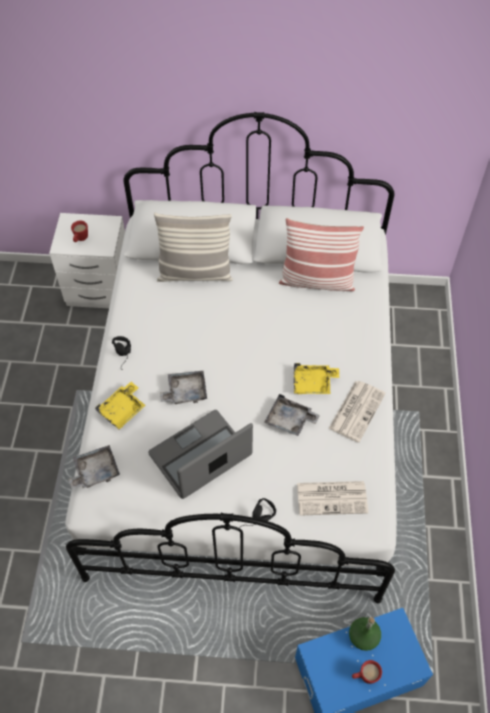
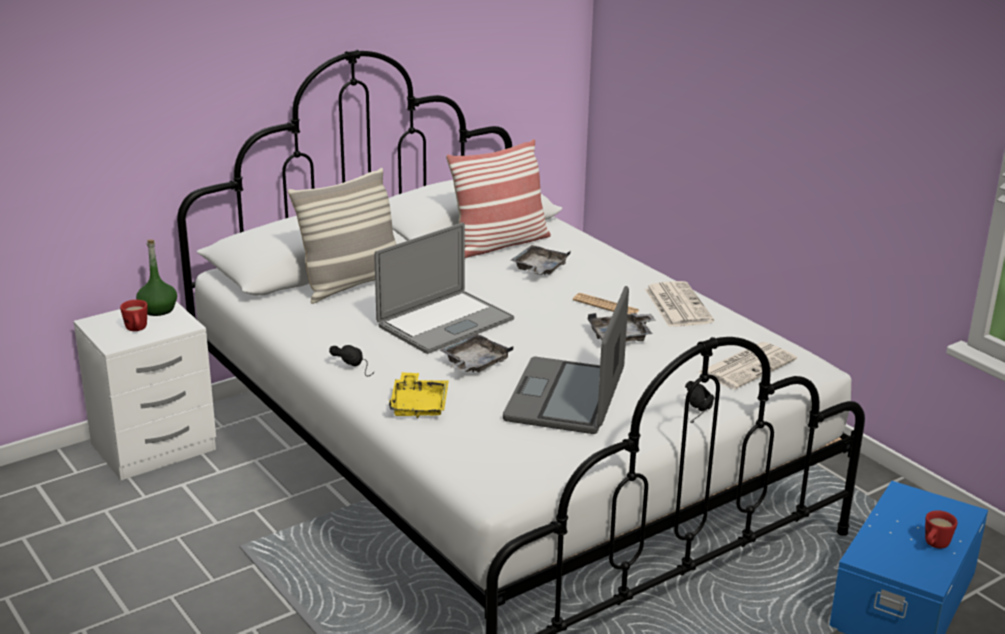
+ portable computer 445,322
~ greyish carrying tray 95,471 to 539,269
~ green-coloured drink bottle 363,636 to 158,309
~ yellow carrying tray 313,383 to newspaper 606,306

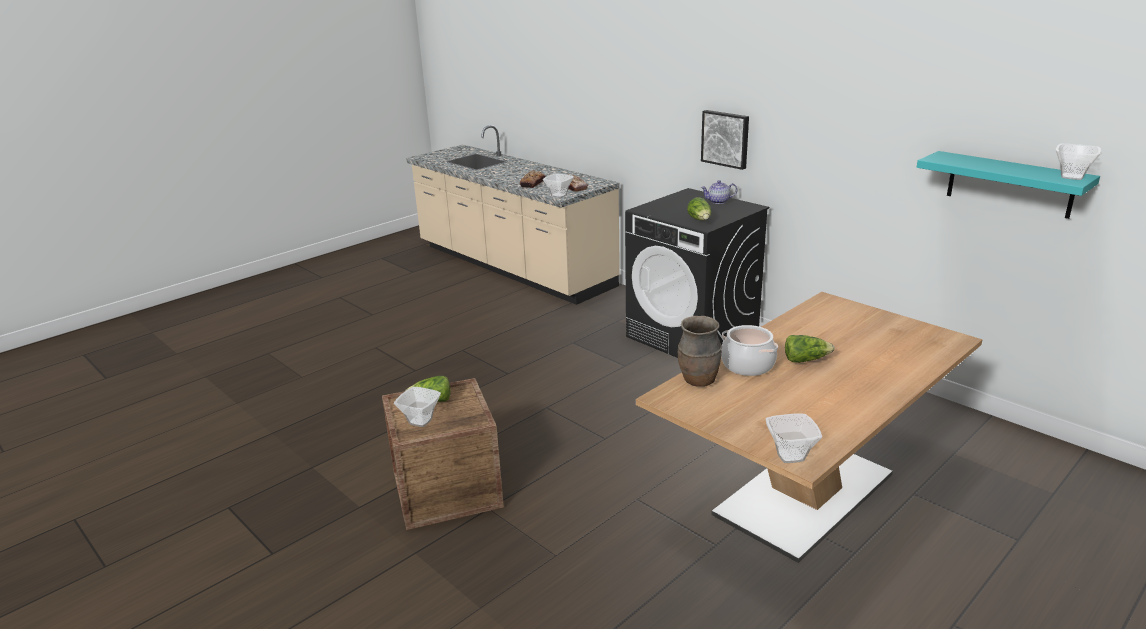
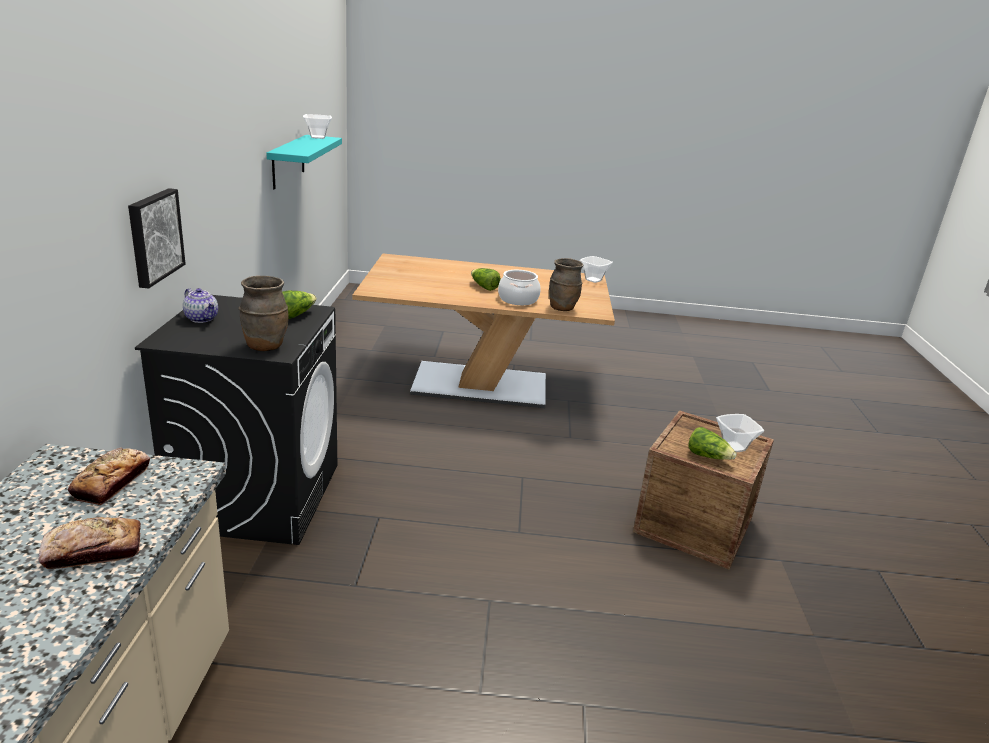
- bowl 559,195
+ brown-coloured vase 265,346

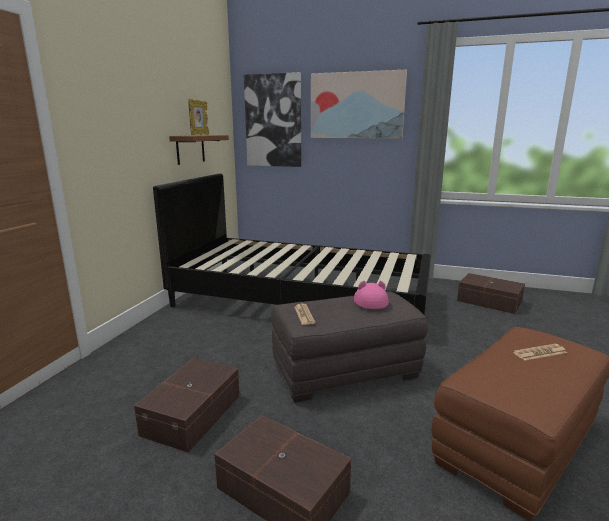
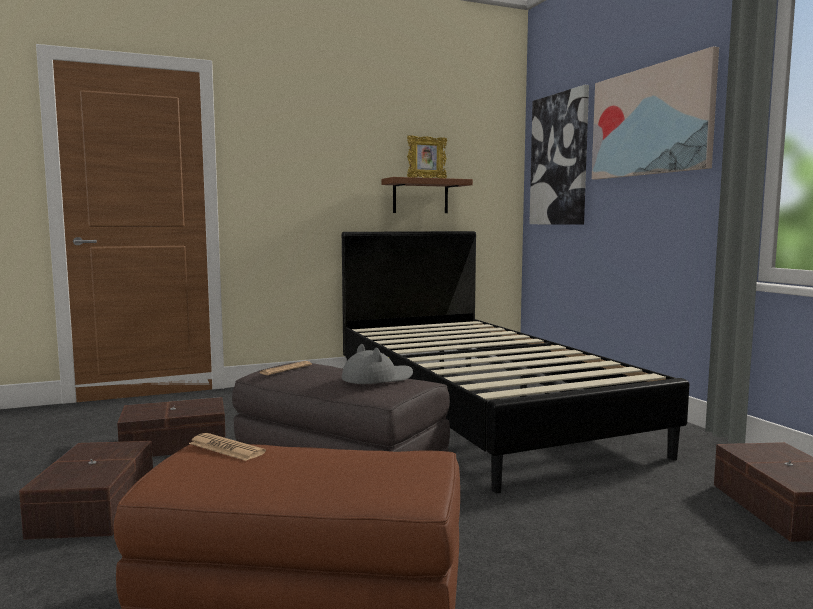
~ newspaper 539,353 to 226,448
~ pinkish clothing hat 369,300 to greyish clothing hat 377,378

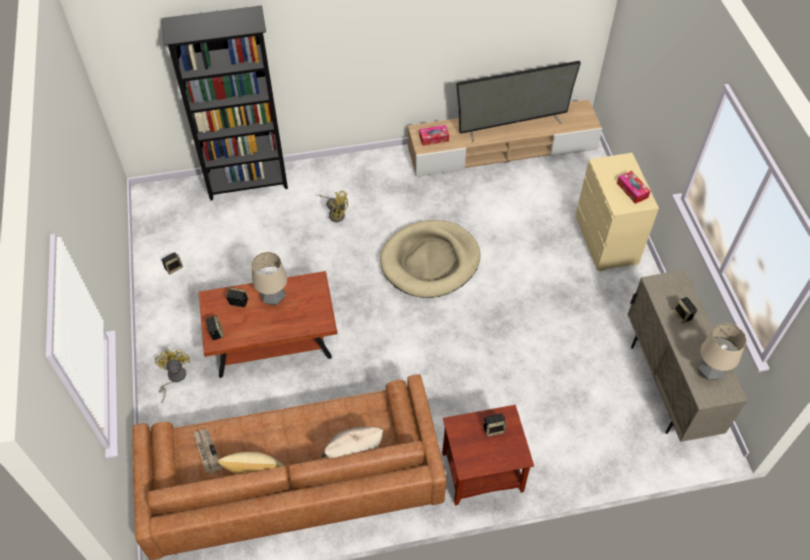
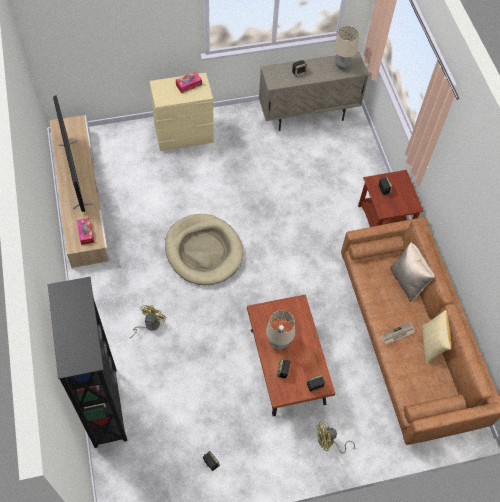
~ newspaper 207,451 to 398,334

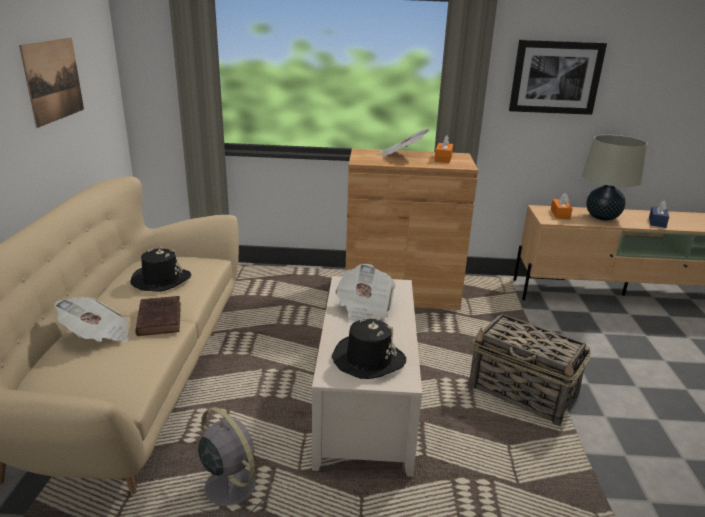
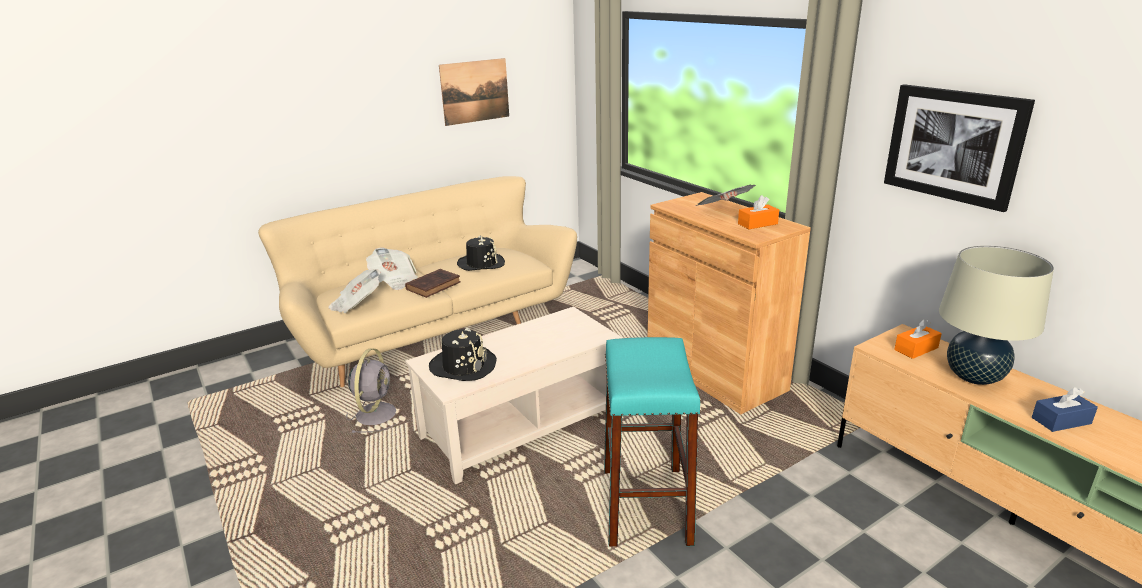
~ newspaper 364,309 to 357,304
~ household basket 523,392 to turquoise-coloured sitting stool 646,505

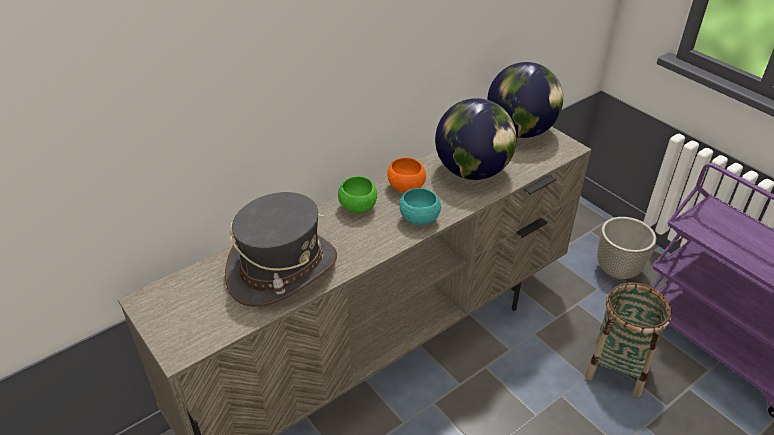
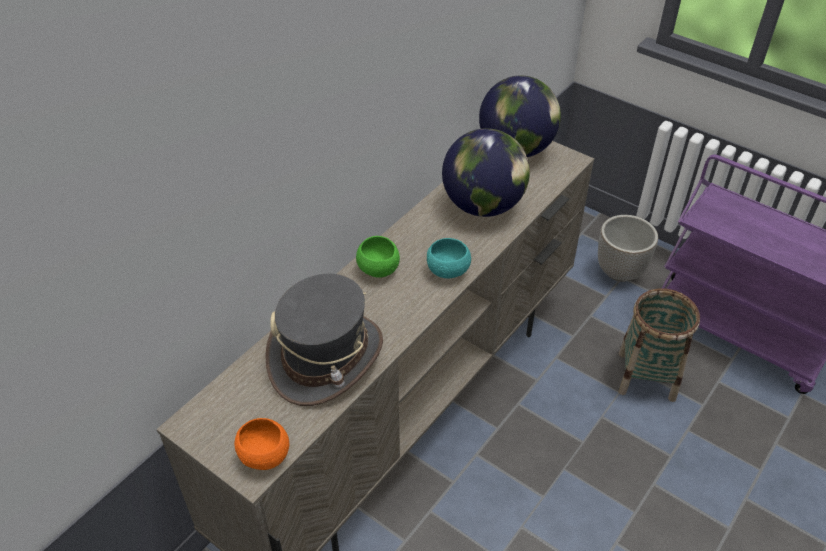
~ orange-coloured bowl 406,187 to 265,456

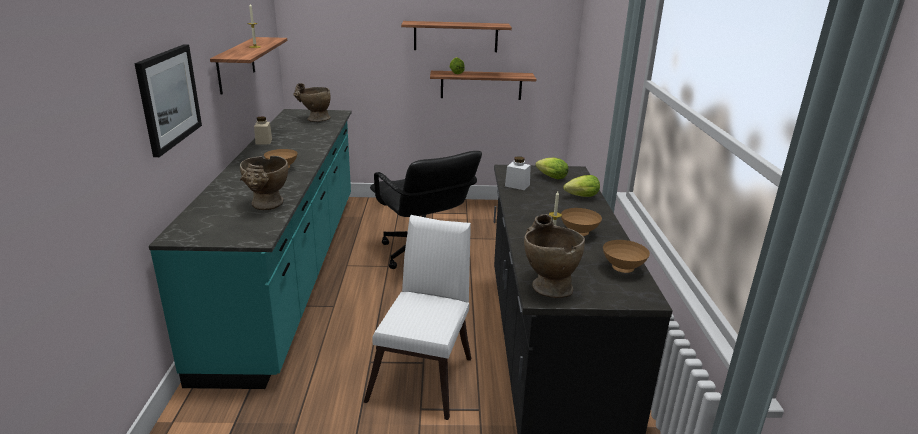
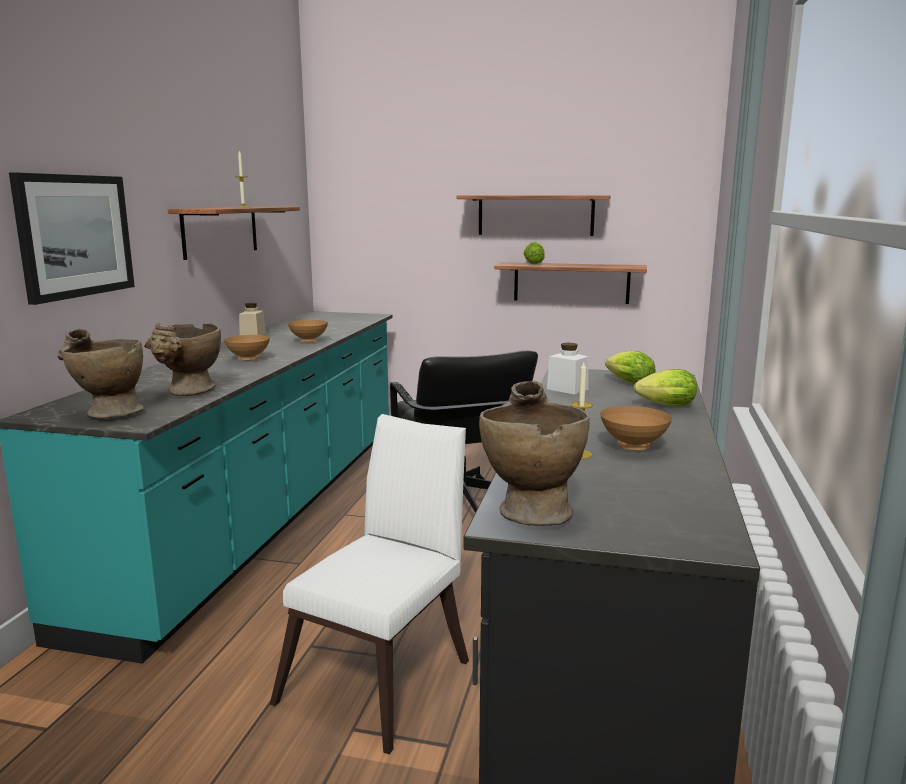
~ sand-coloured vase 314,119 to 106,413
~ brown-coloured bowl 623,269 to 309,341

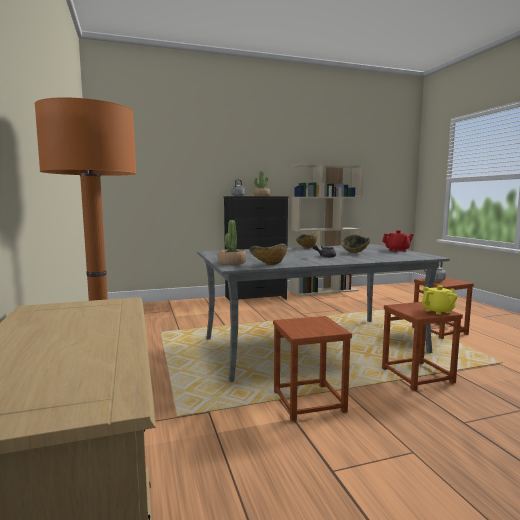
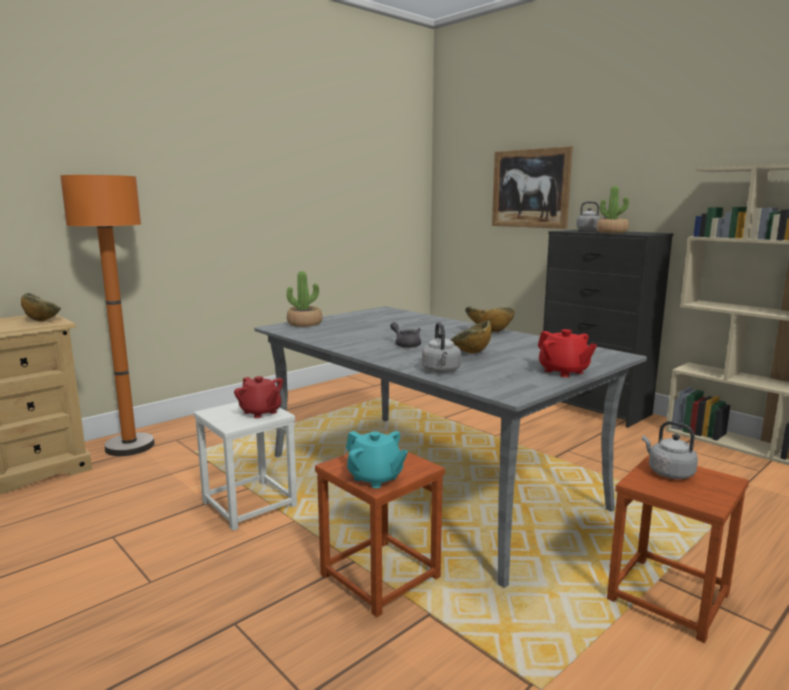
+ red pot for tea 260,412
+ greyish kettle 441,371
+ wall art 530,188
~ bowl 269,265 to 41,320
~ brown-coloured sitting stool 309,402 to white sitting stool 248,504
~ yellow pot for tea 438,311 to turquoise-coloured pot for tea 375,478

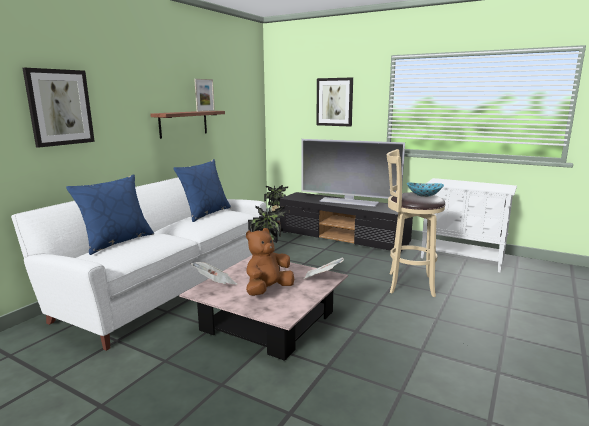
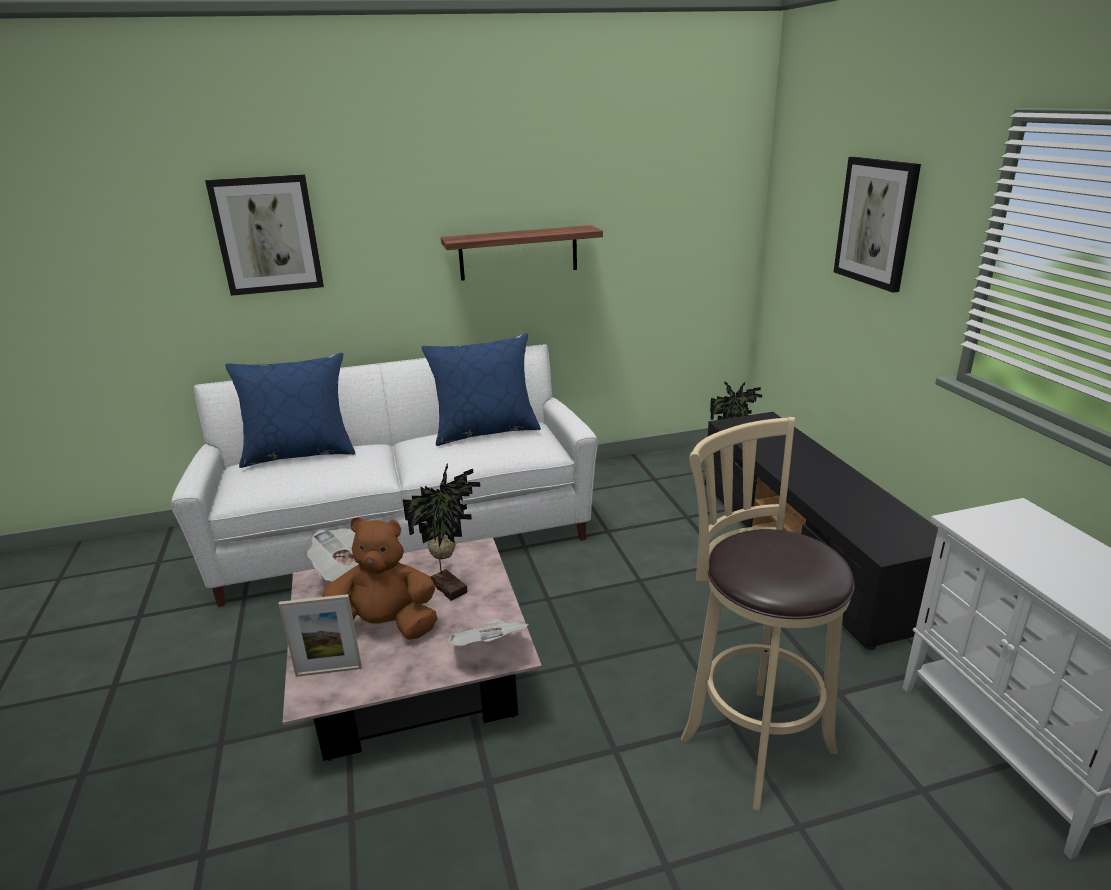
- television 349,201
- bowl 424,195
~ standing frame 205,111 to 329,671

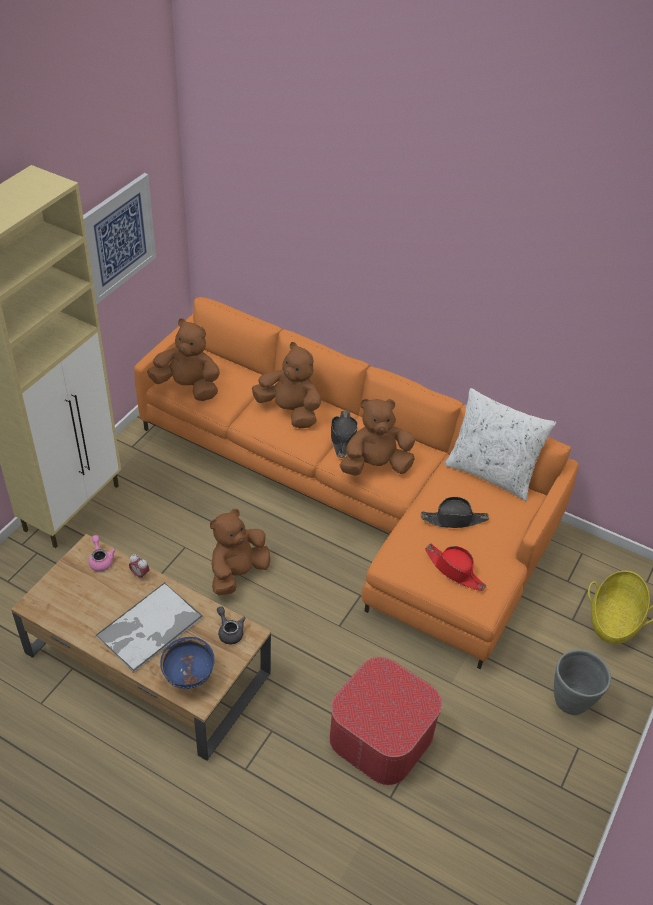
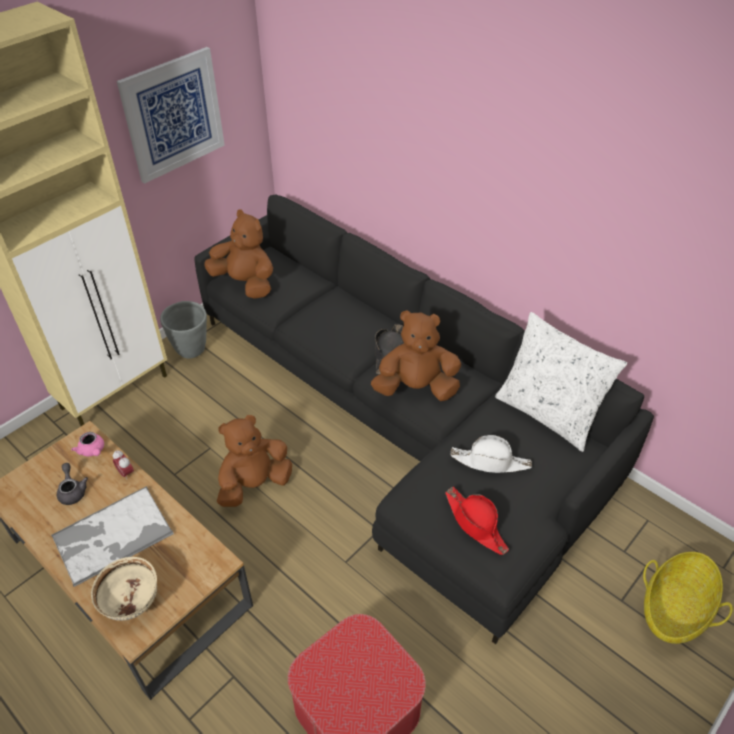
- brown-coloured soft toy 289,411
~ greyish pot for tea 229,631 to 72,491
~ greyish planter 571,702 to 191,350
~ orange-coloured sofa 356,497 to black sofa 403,420
~ bluish bowl 189,677 to sand-coloured bowl 133,603
~ black clothing hat 454,519 to white clothing hat 490,461
~ pinkish pot for tea 101,560 = 92,451 150 degrees clockwise

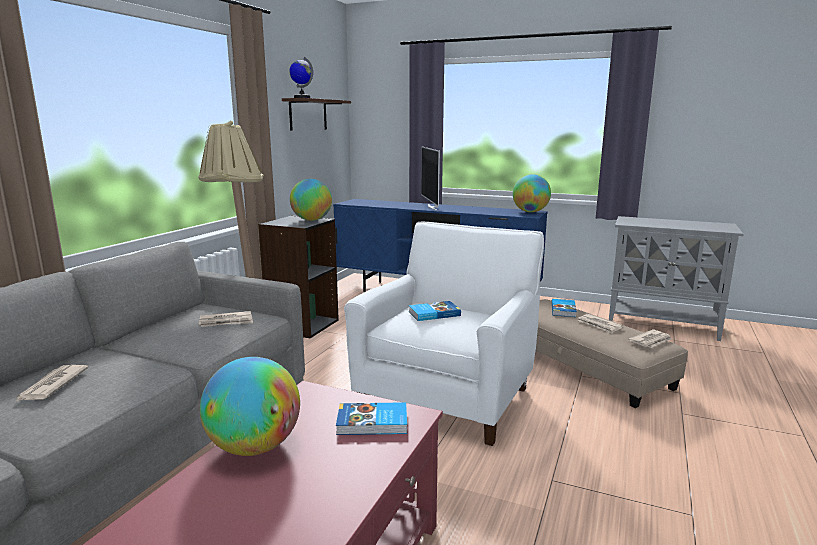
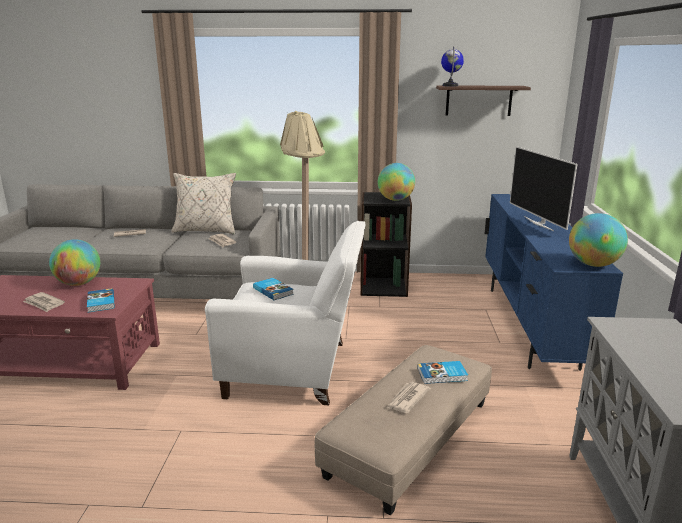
+ sand-coloured cushion 206,230
~ newspaper 651,341 to 44,304
~ television 432,207 = 539,223 75 degrees counterclockwise

